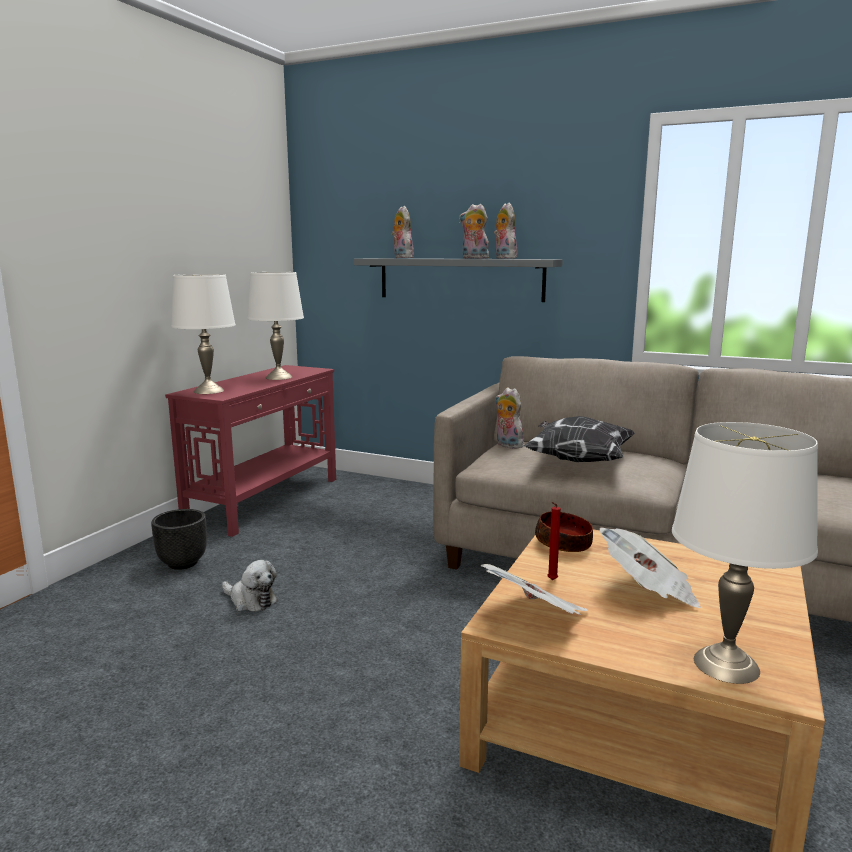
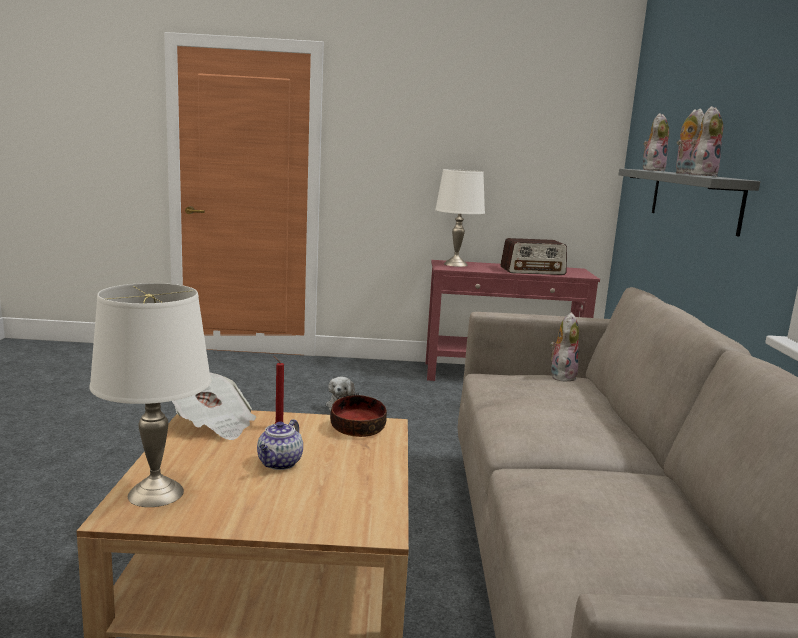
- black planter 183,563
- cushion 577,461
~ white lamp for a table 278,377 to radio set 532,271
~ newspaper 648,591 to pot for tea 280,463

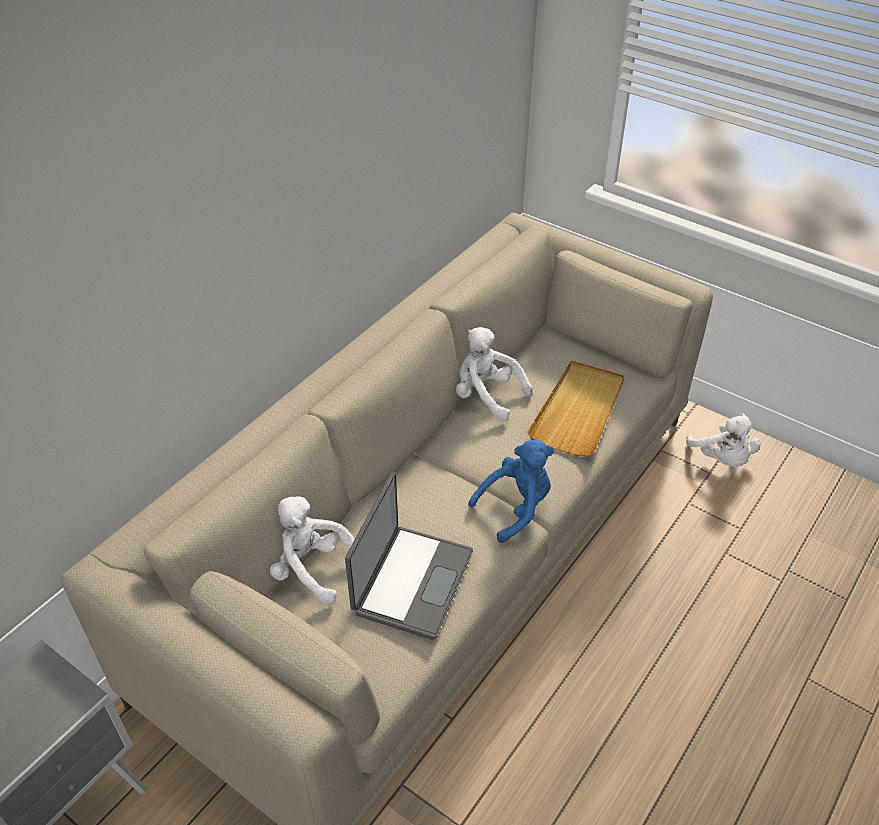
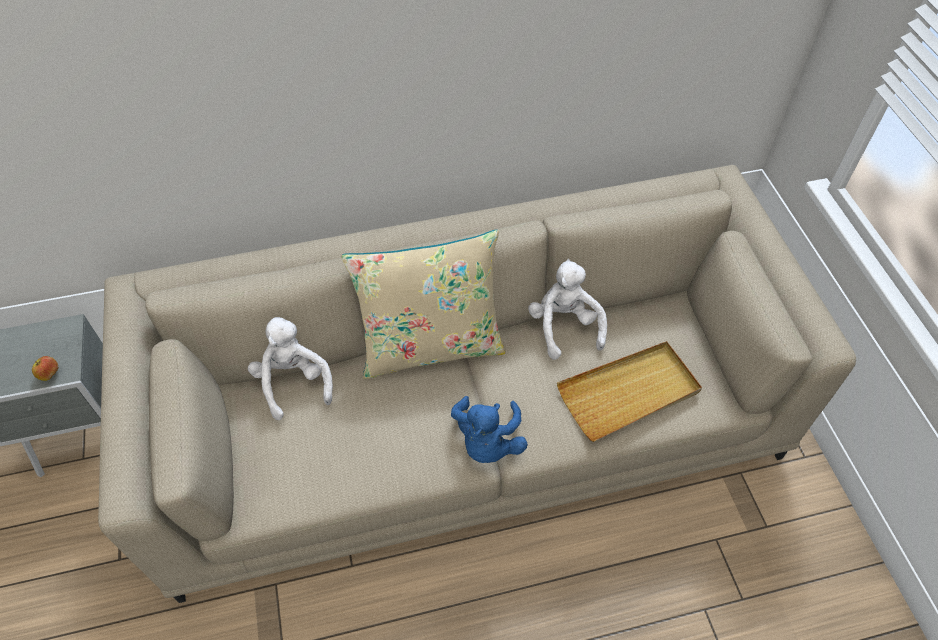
- portable computer 411,581
- white soft toy 722,459
+ apple 50,374
+ sand-coloured cushion 431,345
~ bluish soft toy 516,508 = 487,442 90 degrees clockwise

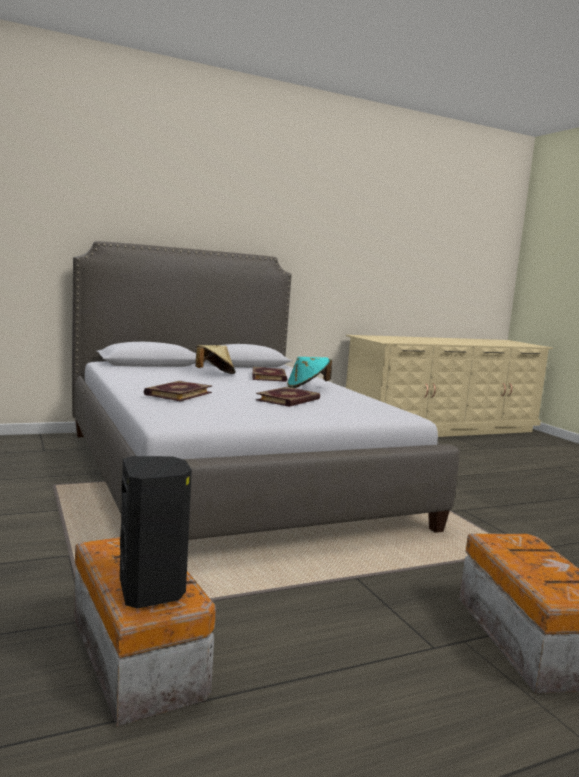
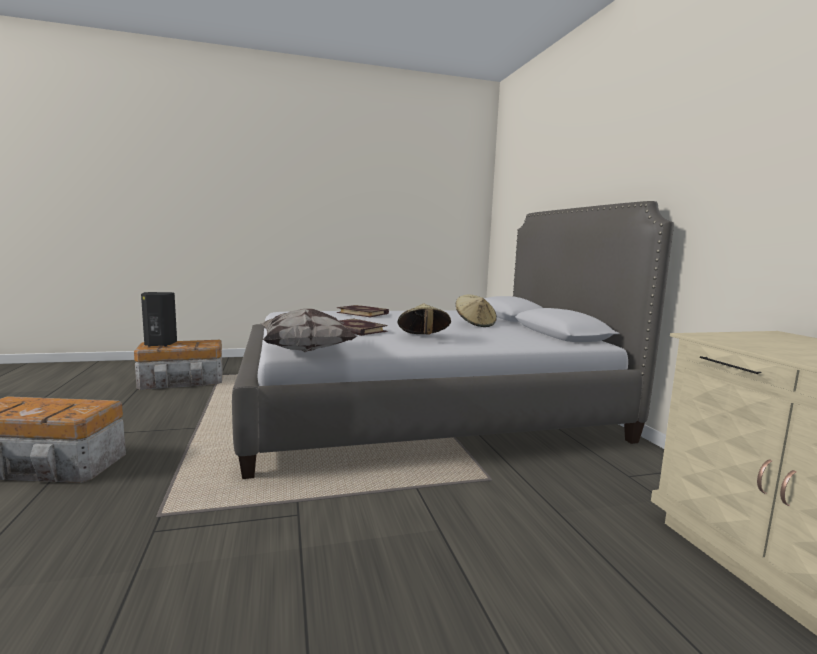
- volume 269,377
+ cushion 307,350
~ turquoise-coloured clothing hat 307,387 to sand-coloured clothing hat 423,338

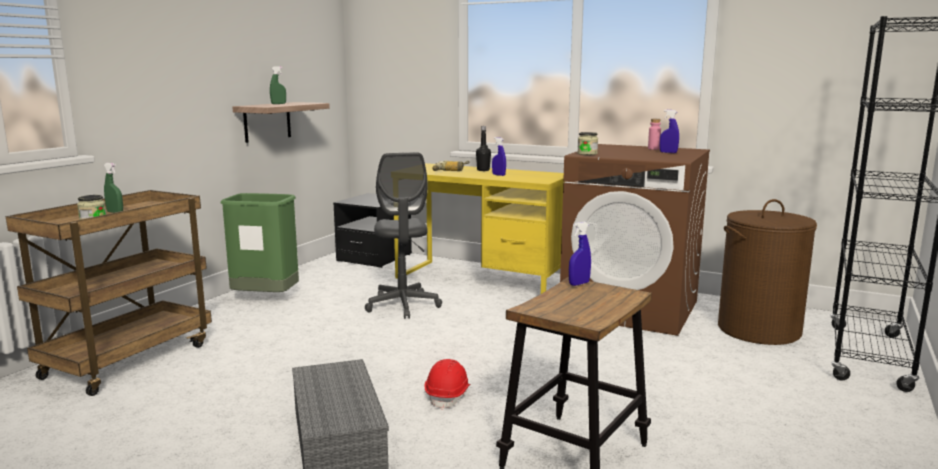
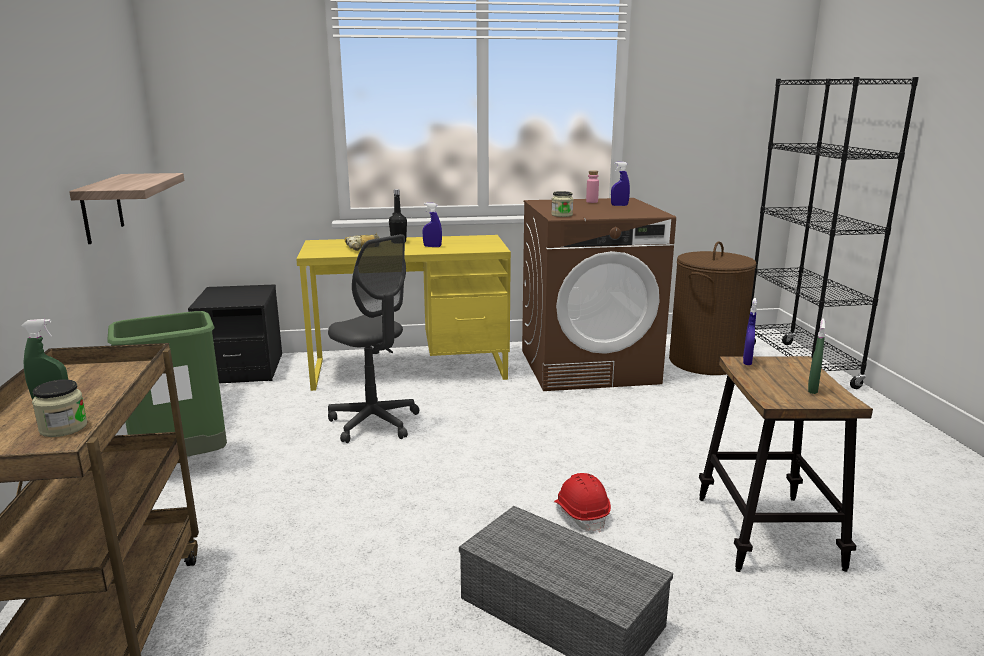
~ green-coloured spray bottle 278,104 to 812,389

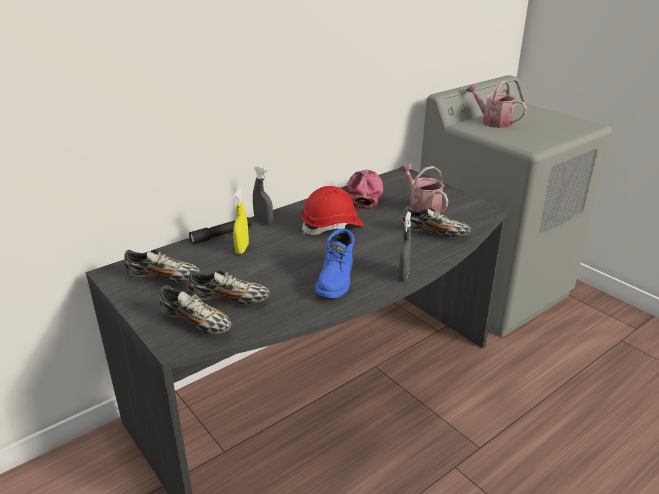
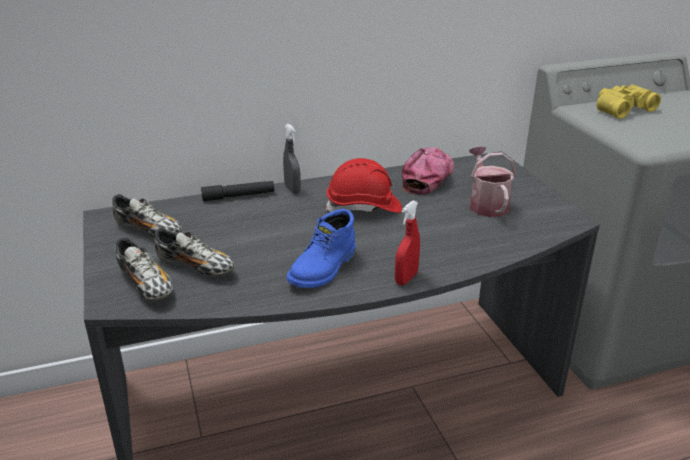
- yellow spray bottle 242,249
- shoe 434,233
~ sprinkling can 492,122 to yellow pair of binoculars 621,109
~ greyish spray bottle 403,275 to red spray bottle 406,278

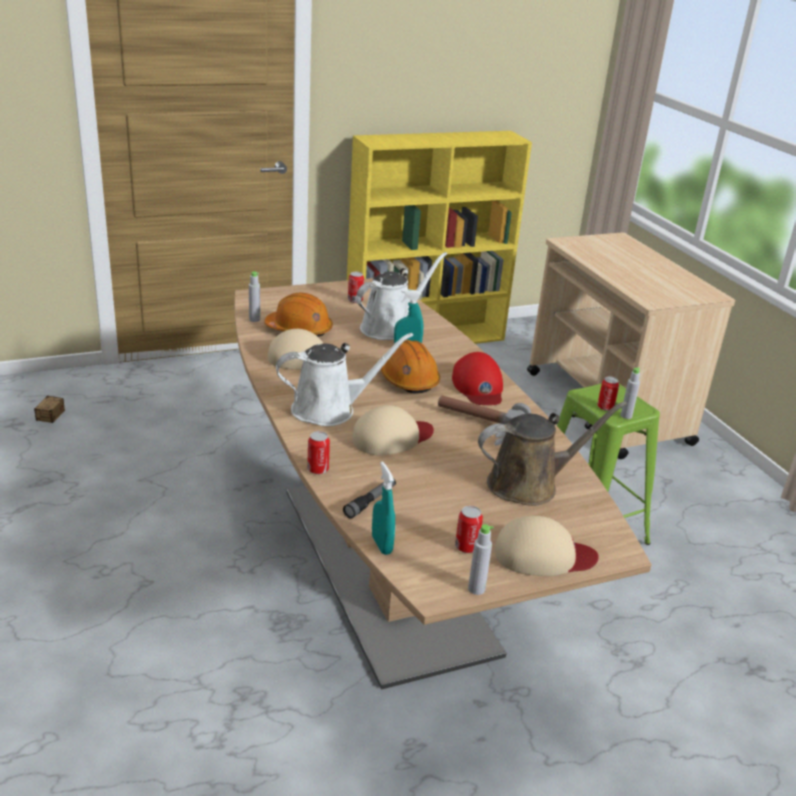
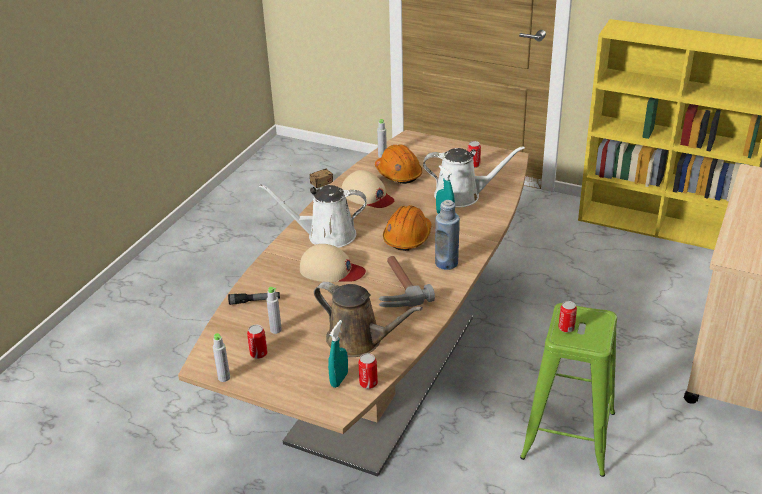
- sand-coloured peaked cap 543,555
~ sealed can 318,469 to 368,383
~ turquoise-coloured spray bottle 381,545 to 339,380
~ greyish drink bottle 626,416 to 275,330
~ red peaked cap 478,387 to bluish drink bottle 446,263
~ white sprinkling can 330,409 = 326,235 150 degrees clockwise

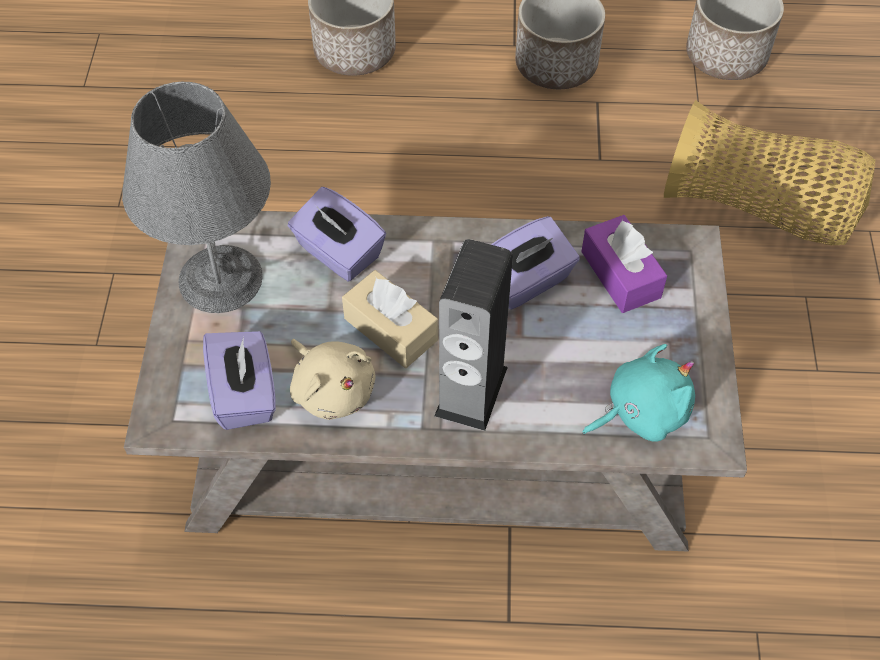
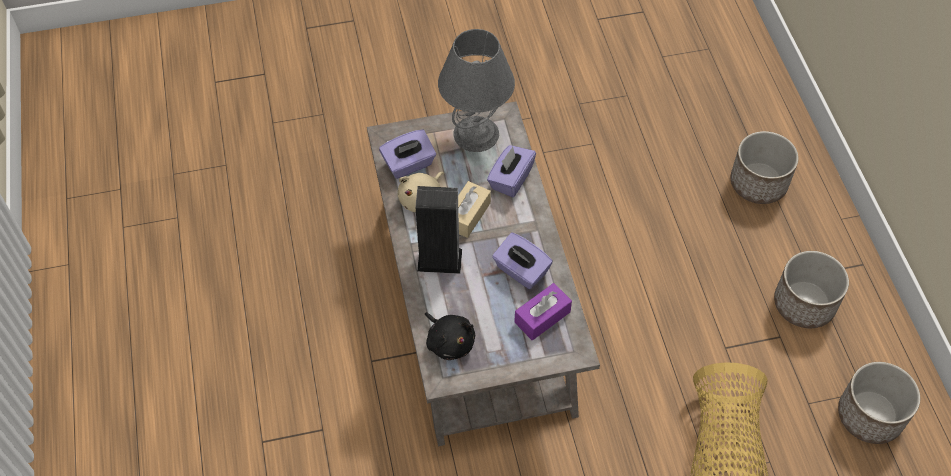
~ turquoise-coloured soft toy 641,412 to black soft toy 449,342

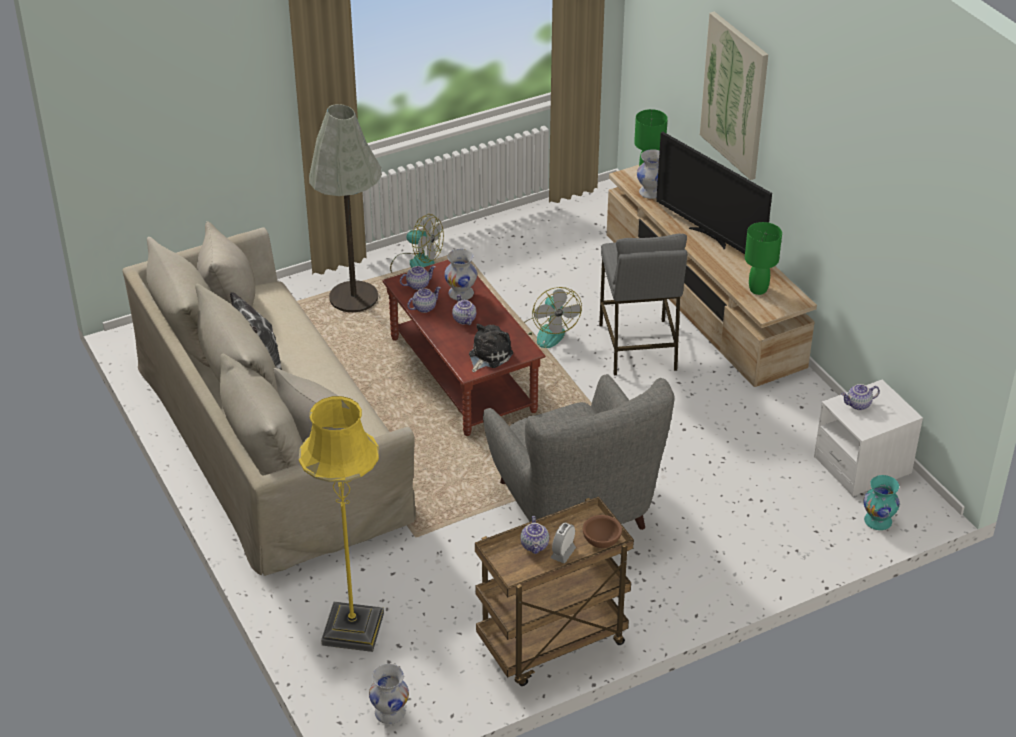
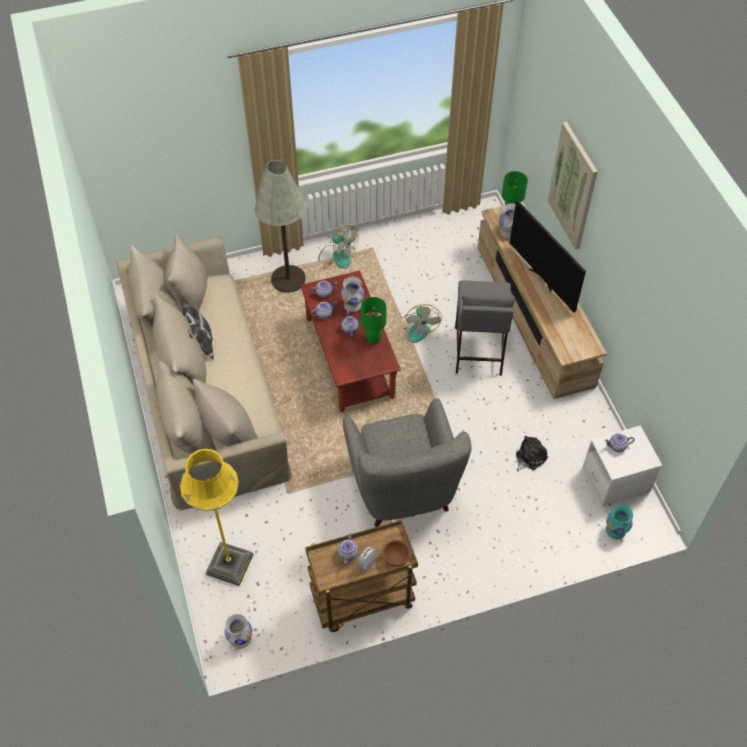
~ soft toy 488,355 to 529,457
~ green-coloured lamp for a table 758,290 to 373,339

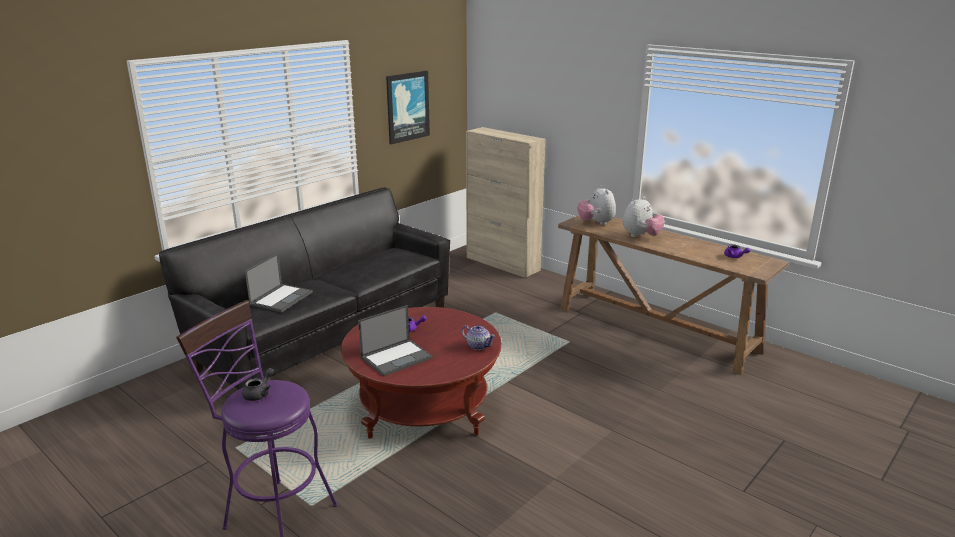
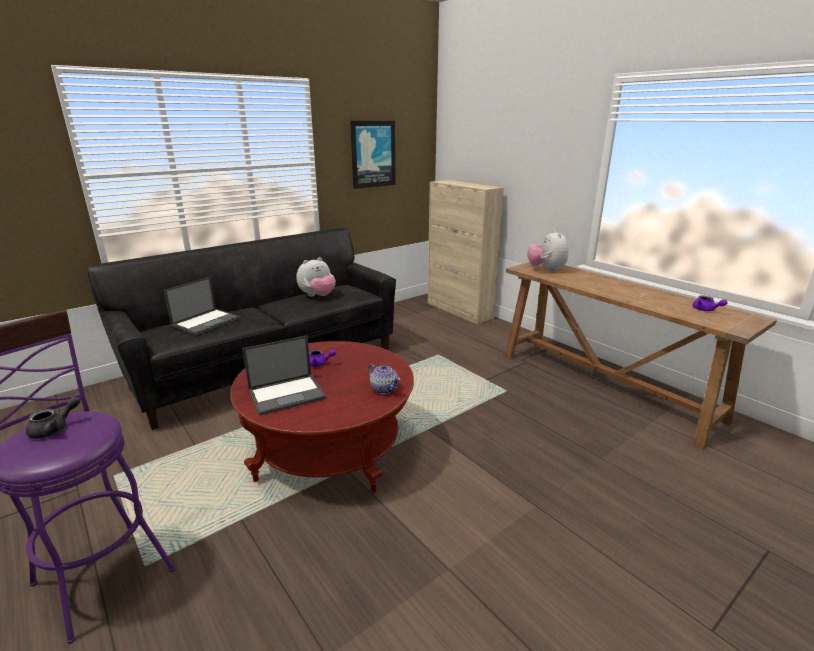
~ soft toy 641,236 to 317,296

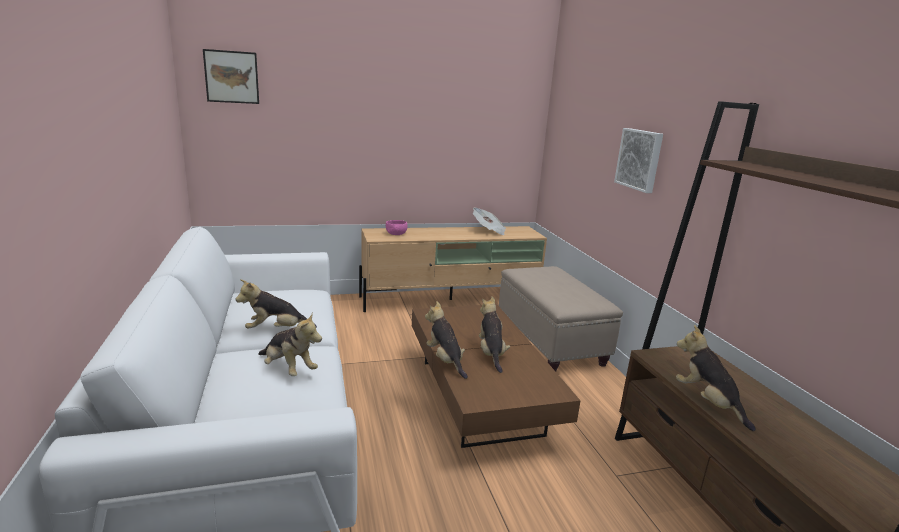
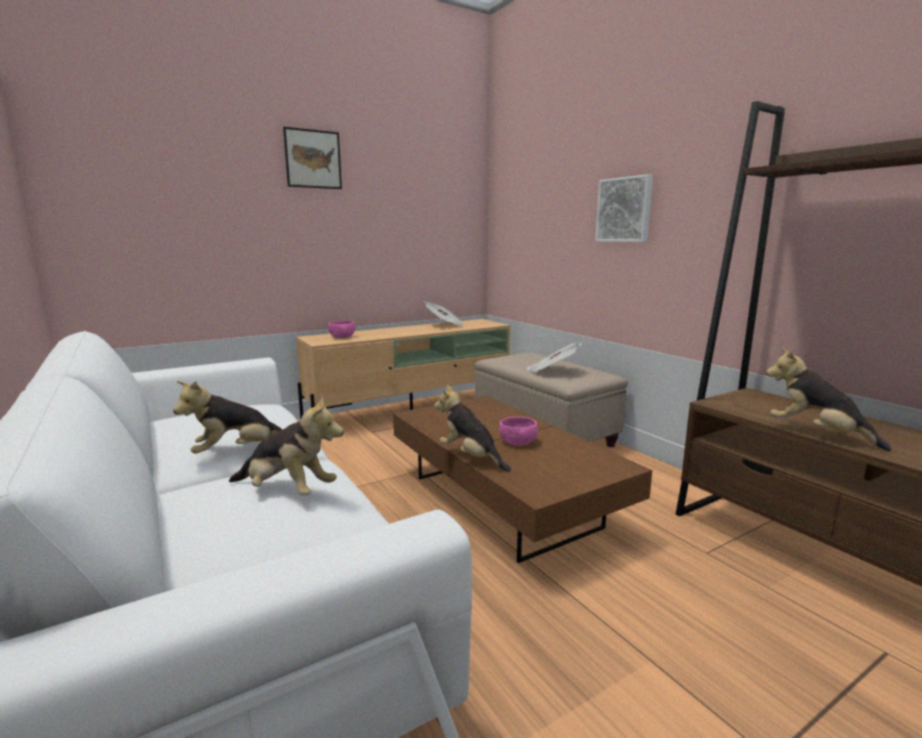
+ newspaper 551,371
~ wall art 231,77 to 313,159
~ soft toy 491,354 to pinkish bowl 518,442

